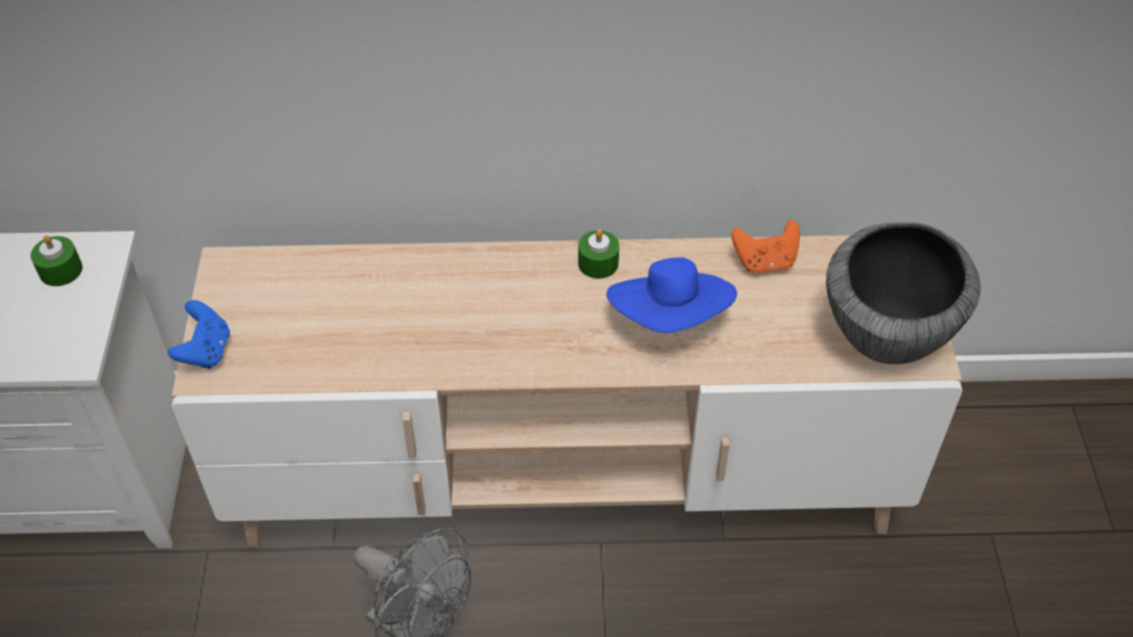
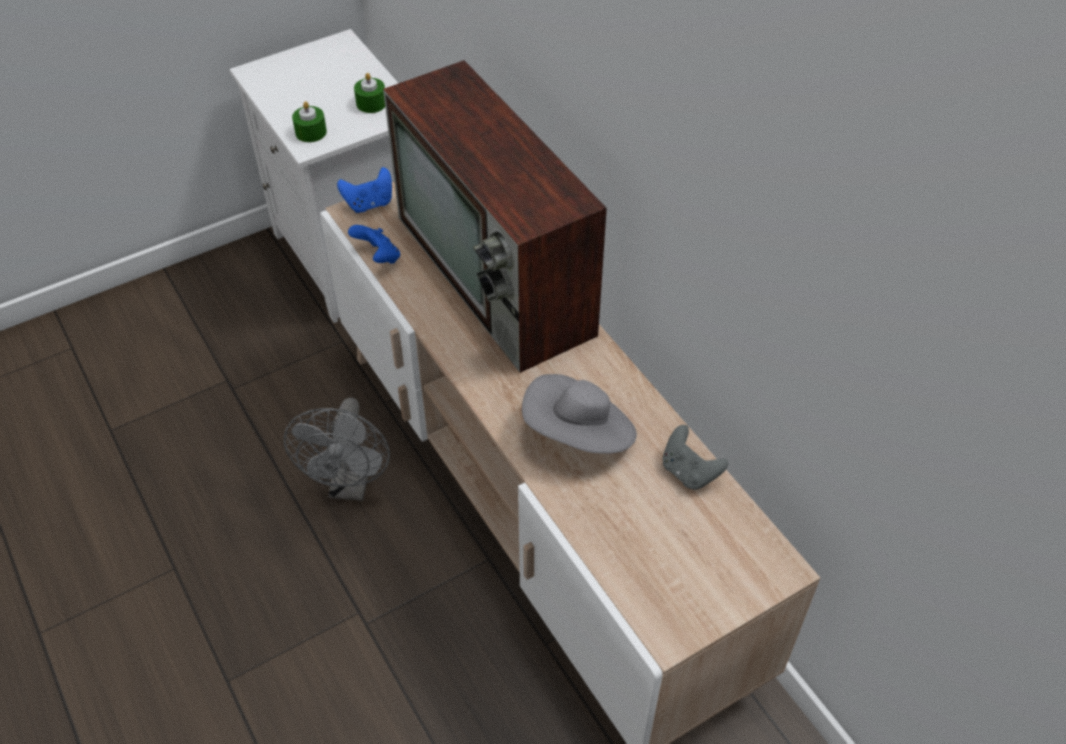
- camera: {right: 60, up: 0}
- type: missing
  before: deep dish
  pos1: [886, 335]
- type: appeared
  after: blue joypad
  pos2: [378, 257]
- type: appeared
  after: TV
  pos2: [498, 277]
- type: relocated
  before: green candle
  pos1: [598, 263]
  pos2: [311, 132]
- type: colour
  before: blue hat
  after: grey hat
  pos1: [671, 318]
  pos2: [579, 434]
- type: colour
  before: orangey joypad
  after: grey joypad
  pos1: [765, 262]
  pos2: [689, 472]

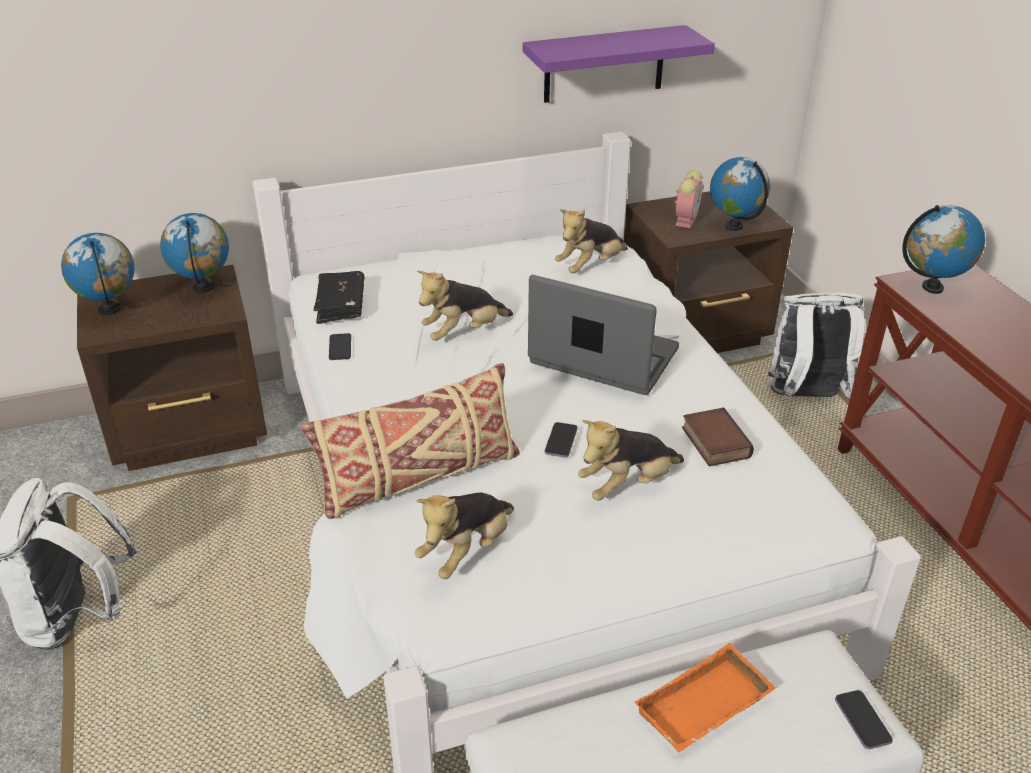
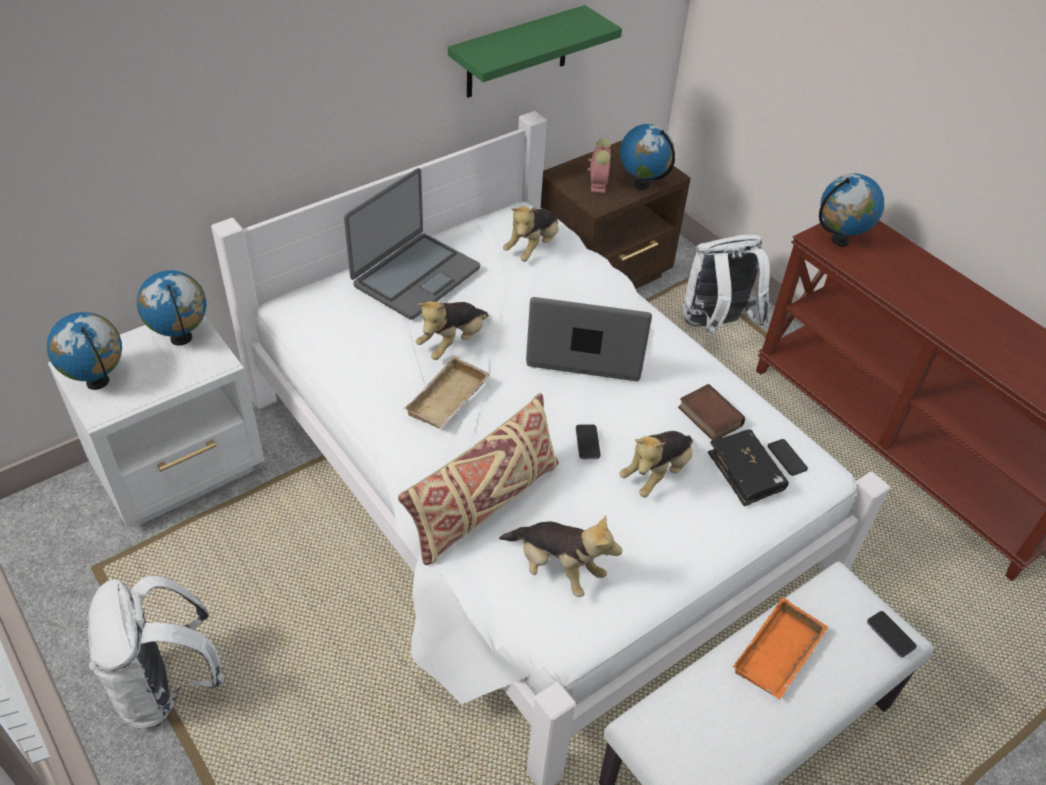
- camera: {right: -20, up: 10}
- type: appeared
  after: notebook computer
  pos2: [415, 276]
- type: appeared
  after: beige-coloured tray
  pos2: [449, 400]
- type: relocated
  before: blackish volume
  pos1: [341, 305]
  pos2: [745, 473]
- type: relocated
  before: handset
  pos1: [340, 347]
  pos2: [787, 457]
- type: colour
  before: brown-coloured night table
  after: white-coloured night table
  pos1: [192, 432]
  pos2: [182, 469]
- type: colour
  before: purplish shelf
  after: green shelf
  pos1: [604, 64]
  pos2: [517, 53]
- type: spun
  before: plush toy
  pos1: [467, 551]
  pos2: [556, 569]
  turn: -75

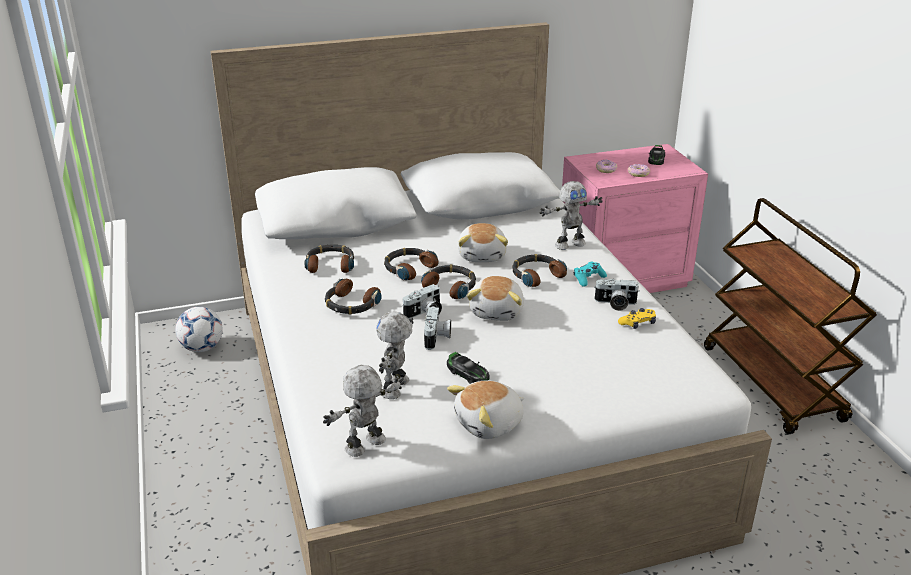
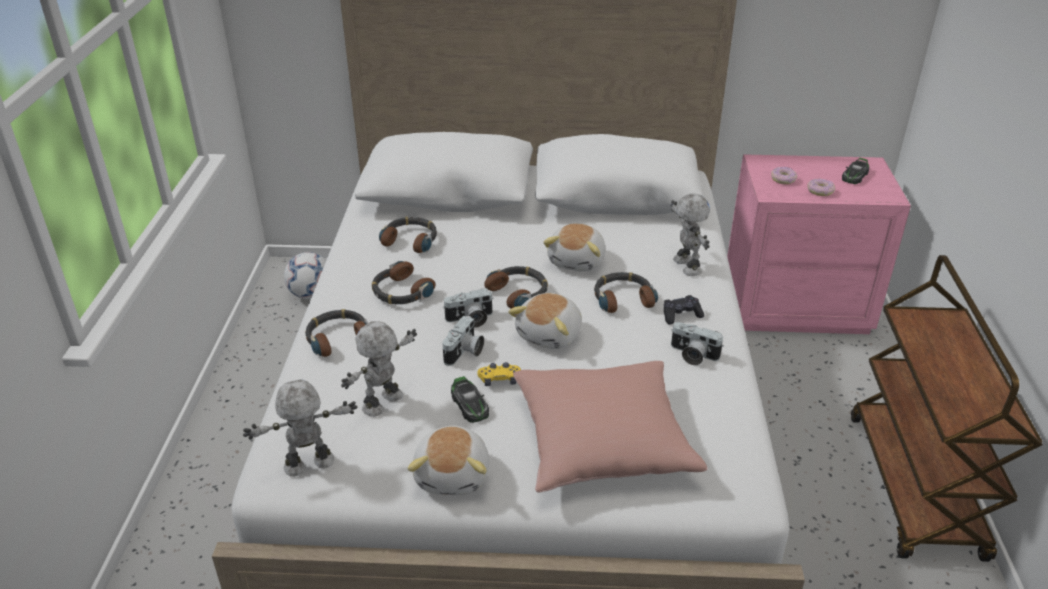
- camera: {right: 20, up: 5}
- type: appeared
  after: pink cushion
  pos2: [602, 441]
- type: relocated
  before: headset
  pos1: [409, 268]
  pos2: [338, 338]
- type: relocated
  before: yellow-coloured joypad
  pos1: [637, 323]
  pos2: [499, 380]
- type: colour
  before: blue-green joypad
  after: blackish joypad
  pos1: [588, 278]
  pos2: [681, 315]
- type: spun
  before: plush toy
  pos1: [490, 424]
  pos2: [454, 474]
  turn: -75
- type: spun
  before: robot figure
  pos1: [569, 244]
  pos2: [685, 266]
  turn: -105

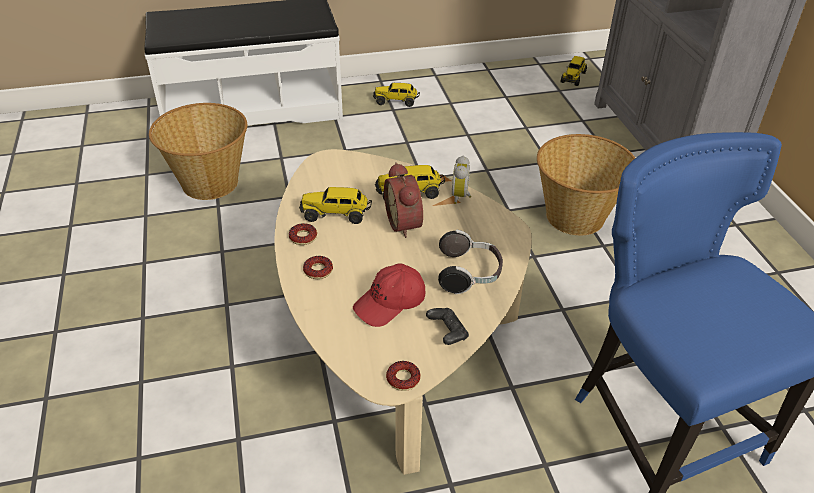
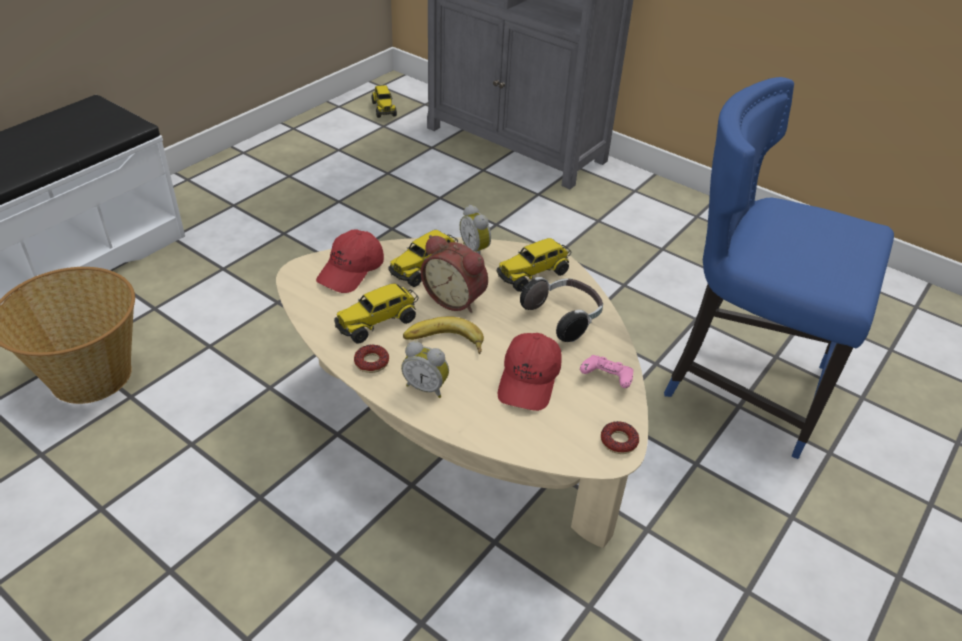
- camera: {right: -40, up: 0}
- type: missing
  before: household basket
  pos1: [576, 217]
- type: appeared
  after: reddish baseball cap
  pos2: [351, 271]
- type: appeared
  after: whole banana
  pos2: [444, 344]
- type: relocated
  before: toy truck
  pos1: [396, 101]
  pos2: [533, 274]
- type: exchanged
  before: ring doughnut
  after: table clock
  pos1: [318, 270]
  pos2: [426, 387]
- type: colour
  before: blackish joypad
  after: pink joypad
  pos1: [447, 333]
  pos2: [606, 379]

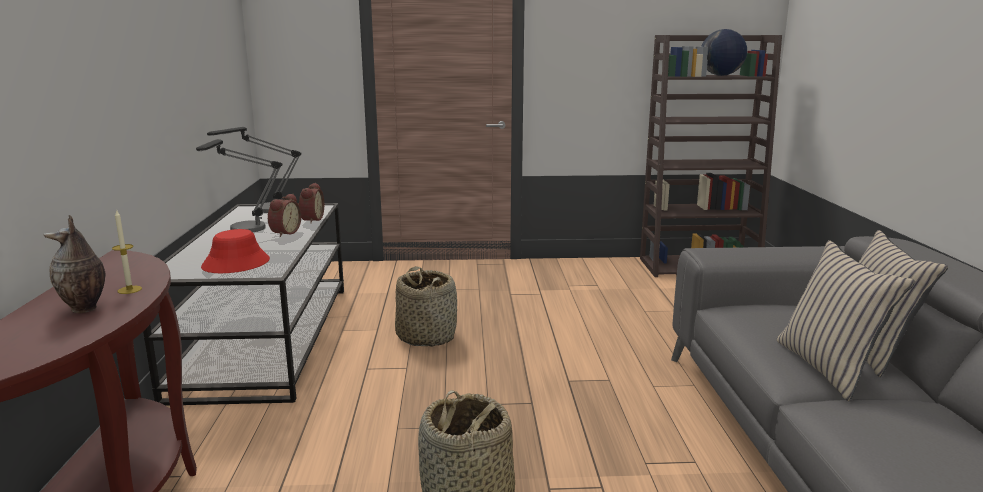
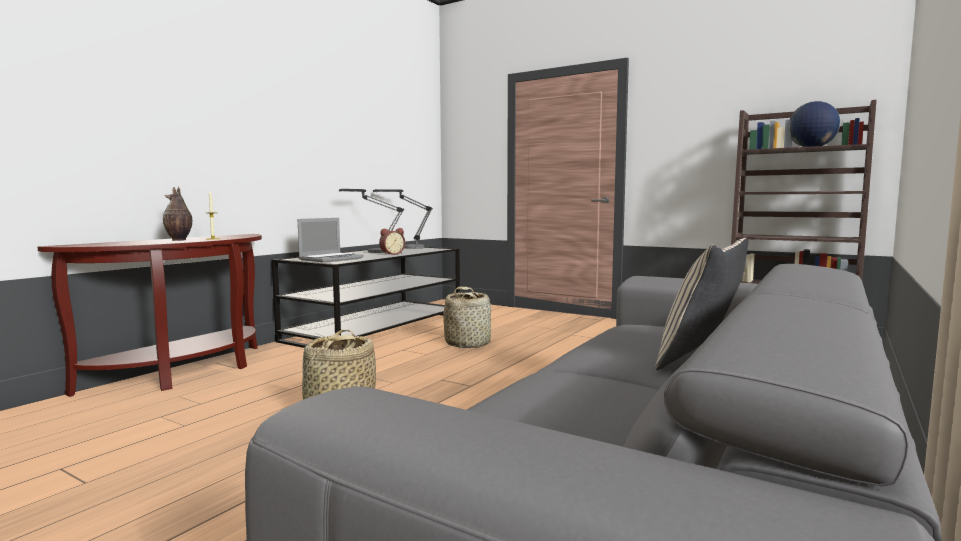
- camera: {right: 35, up: -10}
- type: missing
  before: table clock
  pos1: [311, 220]
- type: missing
  before: beige-coloured cushion
  pos1: [829, 368]
- type: exchanged
  before: reddish hat
  after: notebook computer
  pos1: [236, 264]
  pos2: [331, 259]

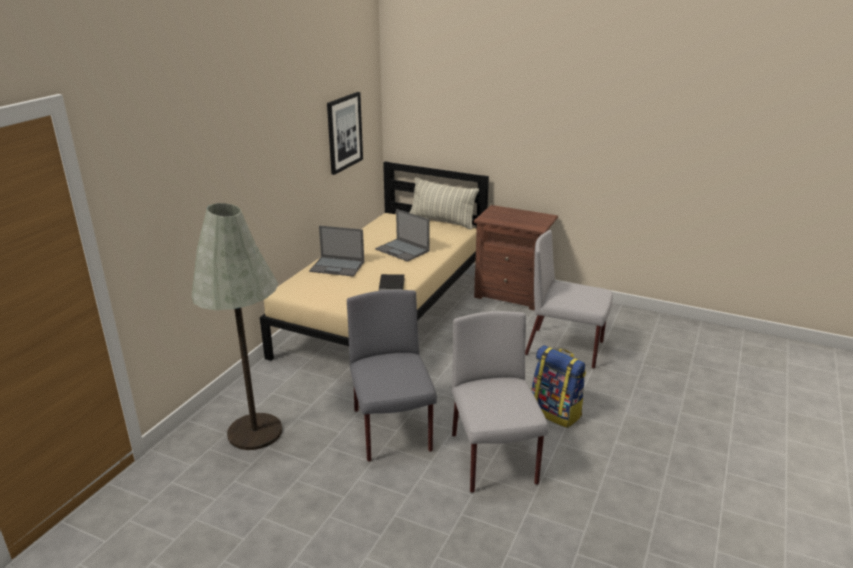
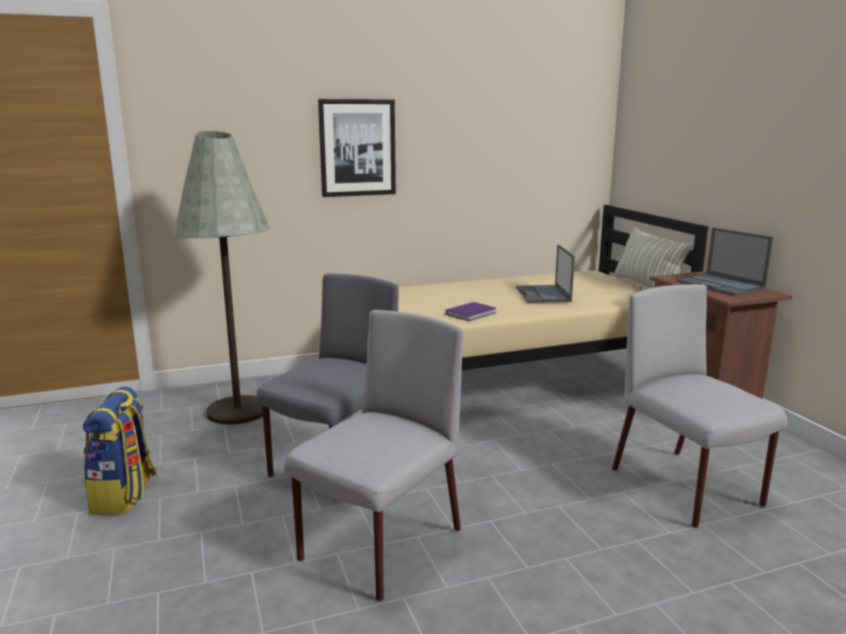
- camera: {right: 45, up: -10}
- type: relocated
  before: notebook computer
  pos1: [338, 266]
  pos2: [721, 285]
- type: relocated
  before: wall art
  pos1: [344, 132]
  pos2: [357, 148]
- type: relocated
  before: backpack
  pos1: [556, 412]
  pos2: [125, 495]
- type: colour
  before: blackish volume
  after: purplish volume
  pos1: [392, 284]
  pos2: [472, 313]

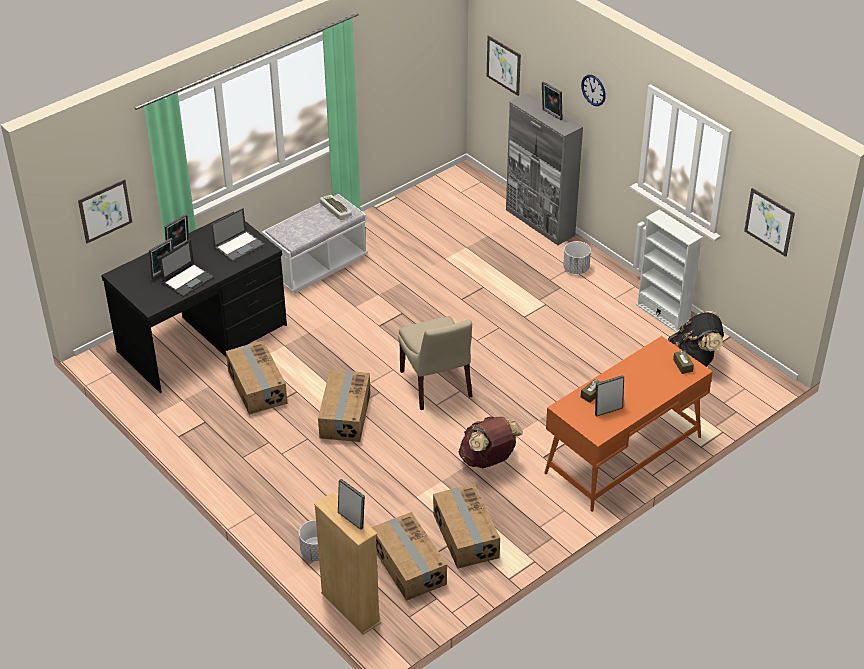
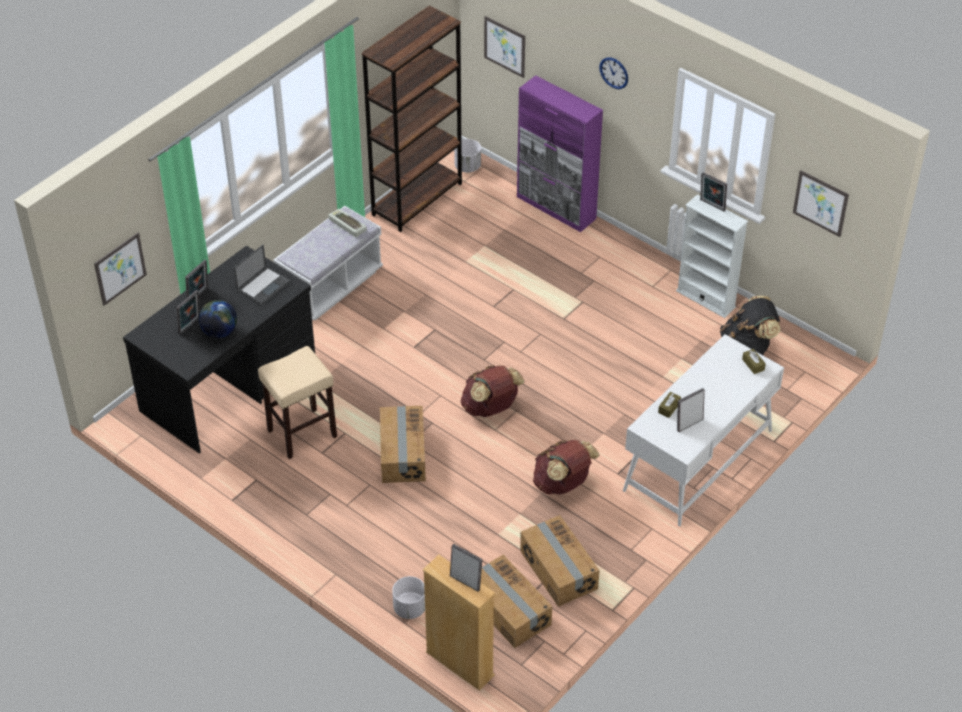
- camera: {right: -10, up: 5}
- type: appeared
  after: brown-coloured bookcase
  pos2: [417, 199]
- type: relocated
  before: standing frame
  pos1: [551, 115]
  pos2: [711, 206]
- type: relocated
  before: white-coloured plant pot
  pos1: [576, 268]
  pos2: [468, 166]
- type: exchanged
  before: notebook computer
  after: desk globe
  pos1: [188, 280]
  pos2: [219, 332]
- type: exchanged
  before: packing box
  after: beige-coloured stool seat
  pos1: [257, 387]
  pos2: [301, 434]
- type: exchanged
  before: beige-coloured upright chair
  after: brown-coloured backpack
  pos1: [436, 386]
  pos2: [490, 408]
- type: colour
  before: grey cupboard
  after: purplish cupboard
  pos1: [540, 223]
  pos2: [556, 208]
- type: colour
  before: orangey desk table
  after: white-coloured desk table
  pos1: [623, 454]
  pos2: [697, 460]

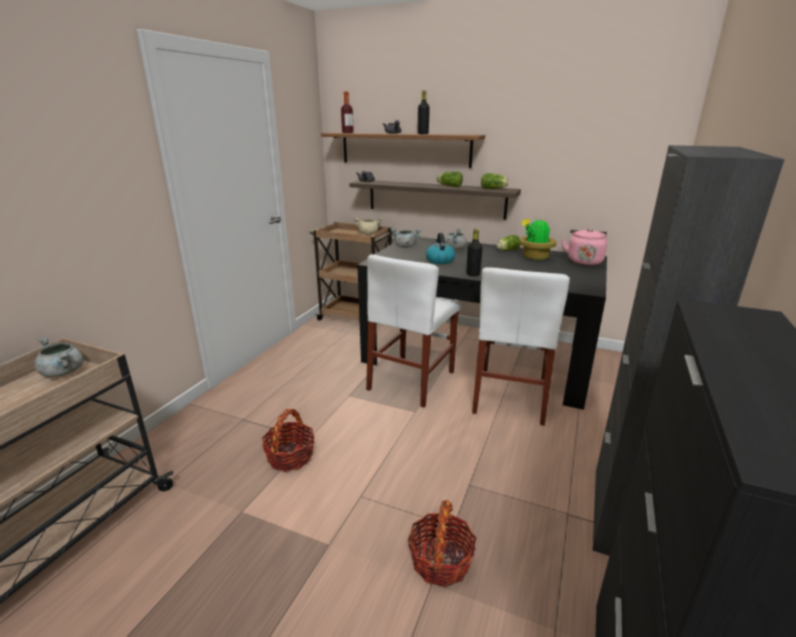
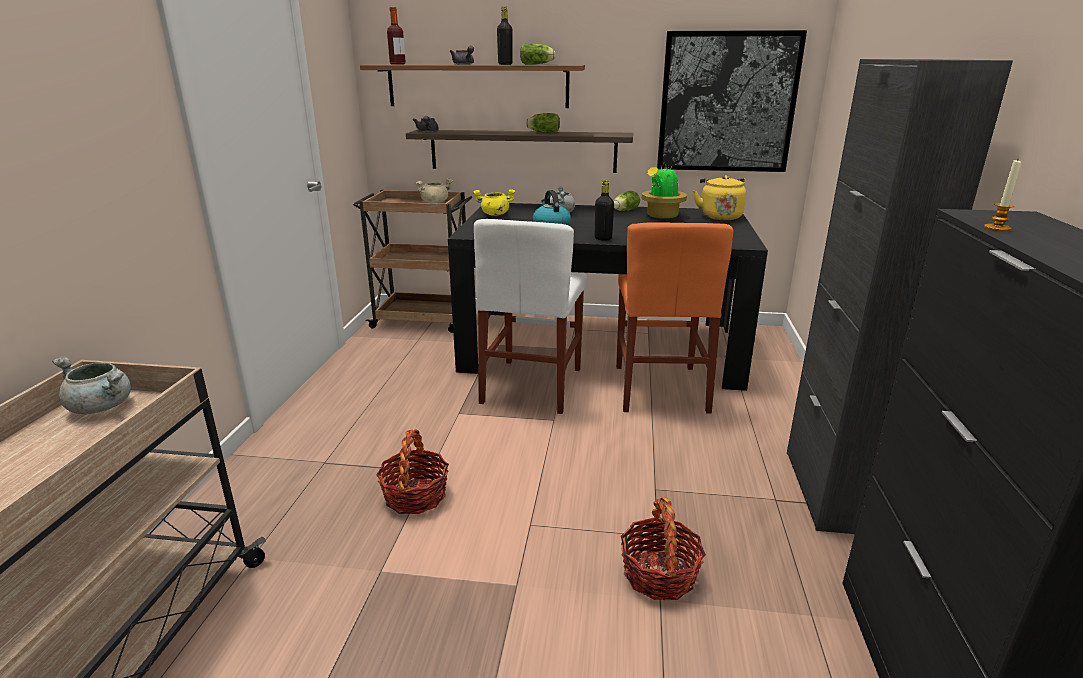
- camera: {right: -15, up: 0}
- type: appeared
  after: wall art
  pos2: [727, 103]
- type: appeared
  after: candle
  pos2: [997, 228]
- type: relocated
  before: head of lettuce
  pos1: [494, 189]
  pos2: [537, 64]
- type: colour
  before: grey stockpot
  after: yellow-coloured stockpot
  pos1: [405, 246]
  pos2: [494, 214]
- type: colour
  before: white-coloured upright chair
  after: orangey upright chair
  pos1: [510, 397]
  pos2: [660, 388]
- type: colour
  before: pink kettle
  after: yellow-coloured kettle
  pos1: [583, 261]
  pos2: [719, 216]

